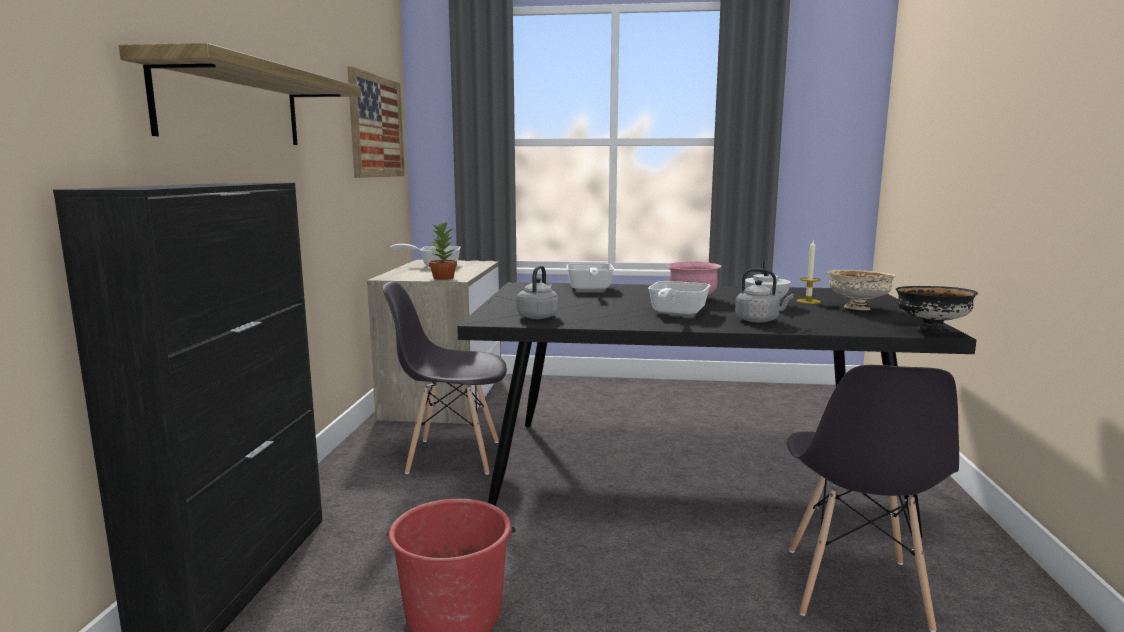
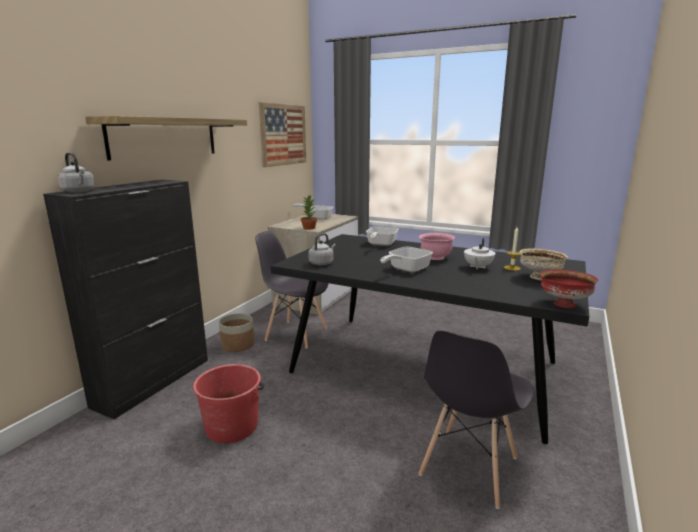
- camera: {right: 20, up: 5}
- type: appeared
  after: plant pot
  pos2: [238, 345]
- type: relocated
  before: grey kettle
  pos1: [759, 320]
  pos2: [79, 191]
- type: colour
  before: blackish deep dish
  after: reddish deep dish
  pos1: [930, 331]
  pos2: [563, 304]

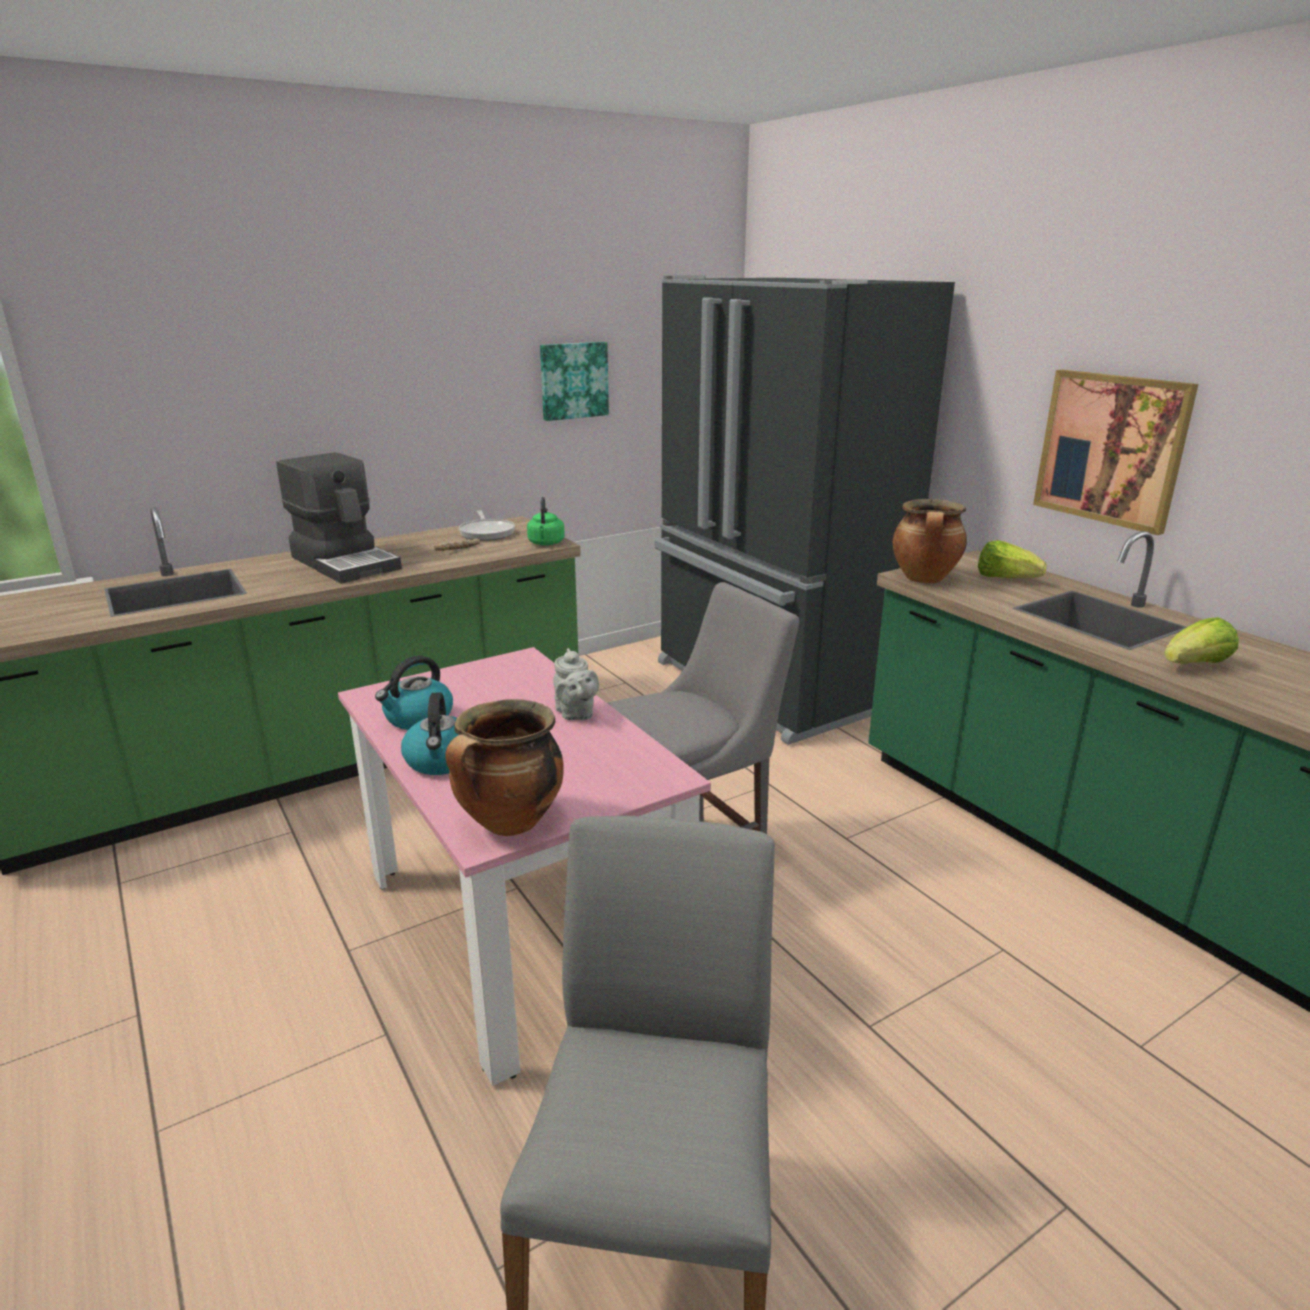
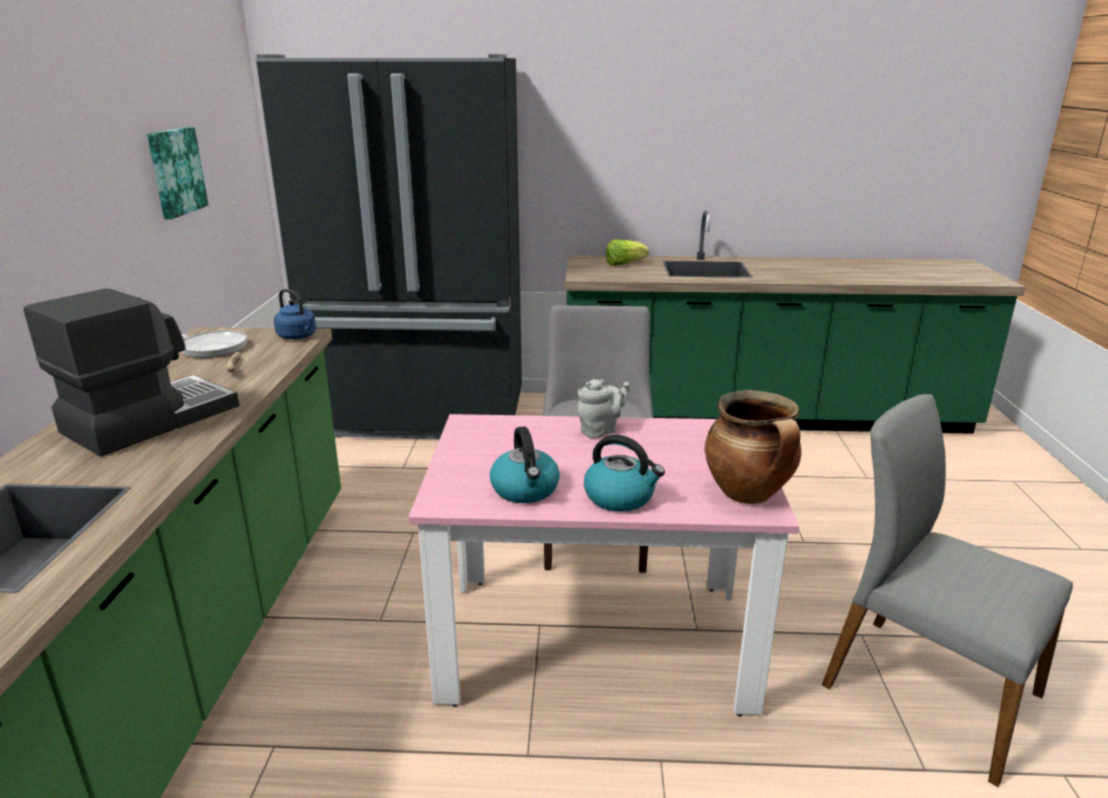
- camera: {right: -55, up: 0}
- type: missing
  before: stockpot
  pos1: [925, 579]
- type: missing
  before: wall art
  pos1: [1111, 449]
- type: missing
  before: head of lettuce
  pos1: [1195, 665]
- type: colour
  before: green kettle
  after: blue kettle
  pos1: [546, 543]
  pos2: [298, 336]
- type: spun
  before: coffee maker
  pos1: [346, 562]
  pos2: [149, 419]
  turn: -45
- type: spun
  before: grey tea pot
  pos1: [575, 714]
  pos2: [601, 430]
  turn: -45

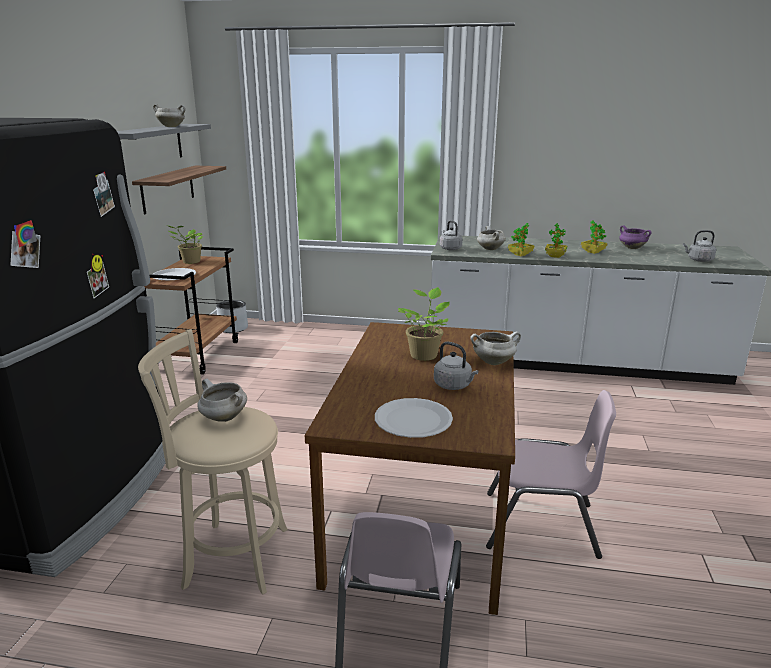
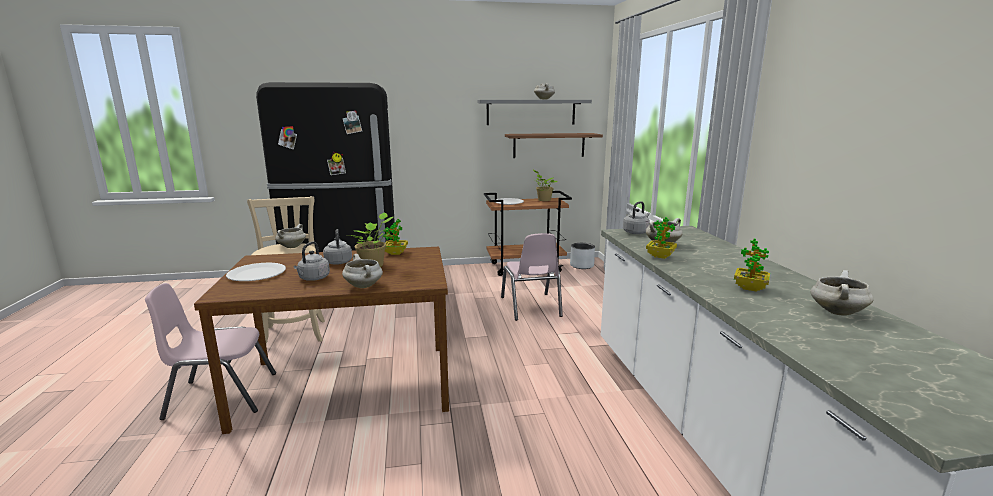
- camera: {right: 70, up: -5}
- type: relocated
  before: pink upright chair
  pos1: [541, 525]
  pos2: [531, 307]
- type: relocated
  before: houseplant
  pos1: [555, 256]
  pos2: [396, 253]
- type: relocated
  before: grey kettle
  pos1: [698, 260]
  pos2: [338, 262]
- type: colour
  before: purplish stockpot
  after: white-coloured stockpot
  pos1: [631, 248]
  pos2: [836, 312]

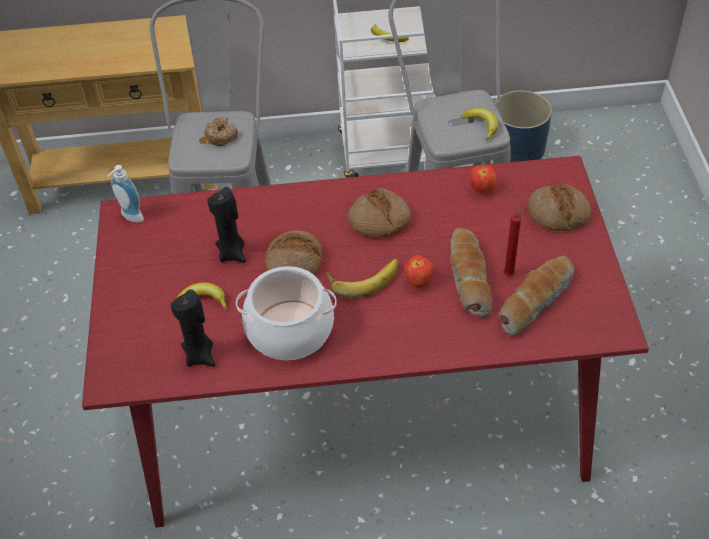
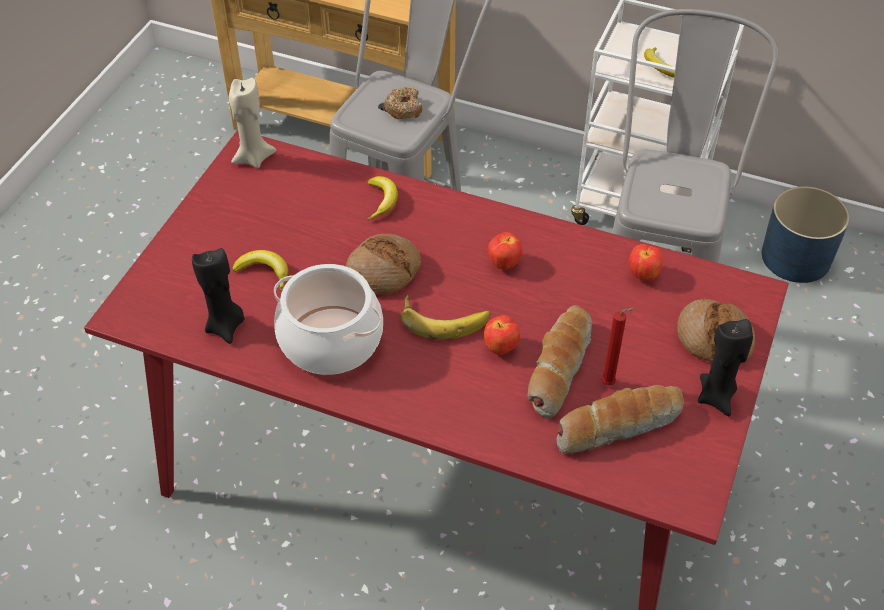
- camera: {right: 25, up: 0}
- type: relocated
  before: blackish candle
  pos1: [232, 253]
  pos2: [717, 396]
- type: relocated
  before: whole banana
  pos1: [482, 125]
  pos2: [382, 201]
- type: exchanged
  before: soap dispenser
  after: beige-coloured candle
  pos1: [130, 218]
  pos2: [253, 158]
- type: exchanged
  before: bakery bread
  after: whole apple
  pos1: [379, 221]
  pos2: [504, 263]

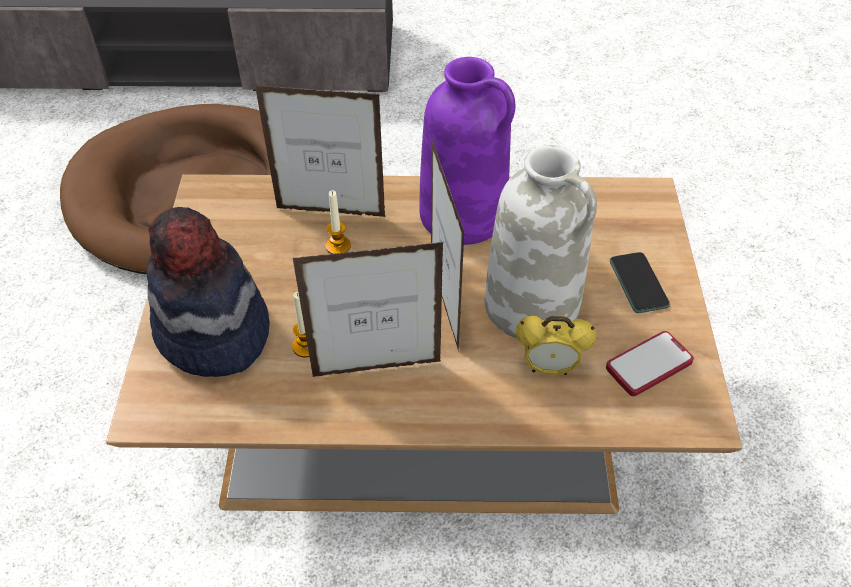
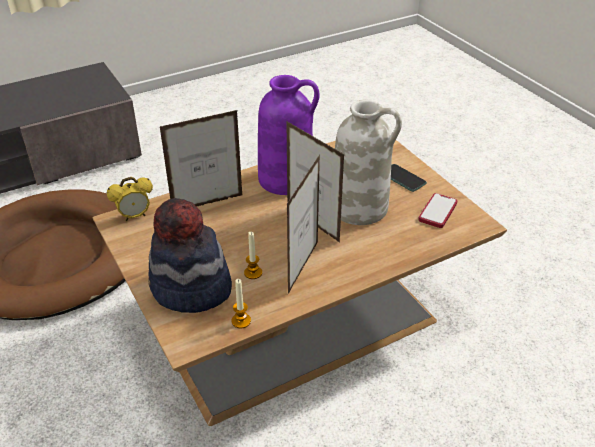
- camera: {right: -30, up: -10}
- type: relocated
  before: candle
  pos1: [338, 246]
  pos2: [241, 321]
- type: relocated
  before: table clock
  pos1: [549, 368]
  pos2: [134, 216]
- type: spun
  before: standing frame
  pos1: [377, 369]
  pos2: [303, 267]
  turn: 150

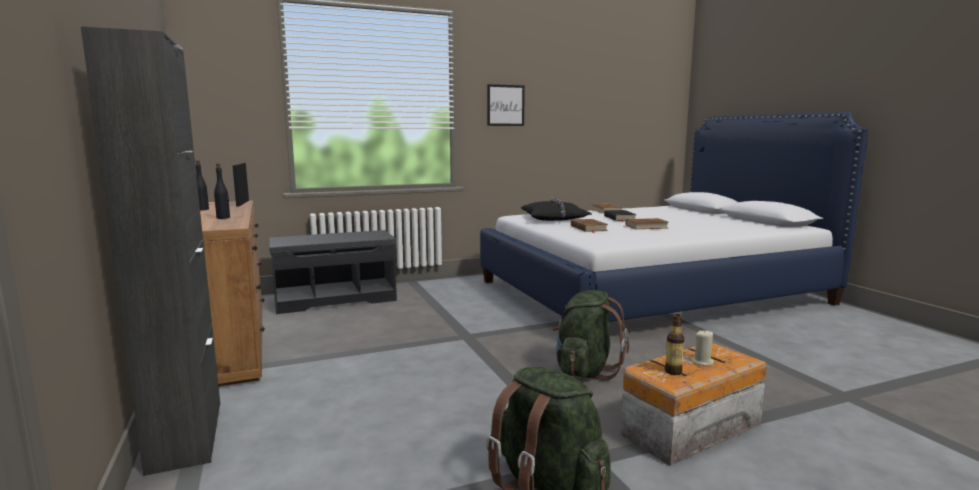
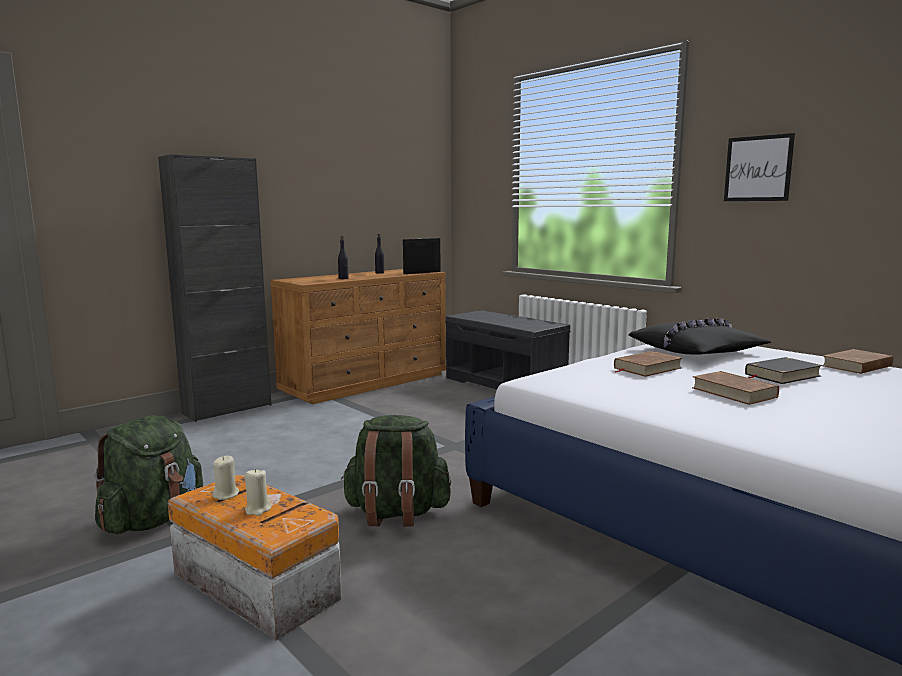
- camera: {right: 70, up: 0}
- type: exchanged
  before: beverage bottle
  after: beige-coloured candle
  pos1: [673, 372]
  pos2: [226, 494]

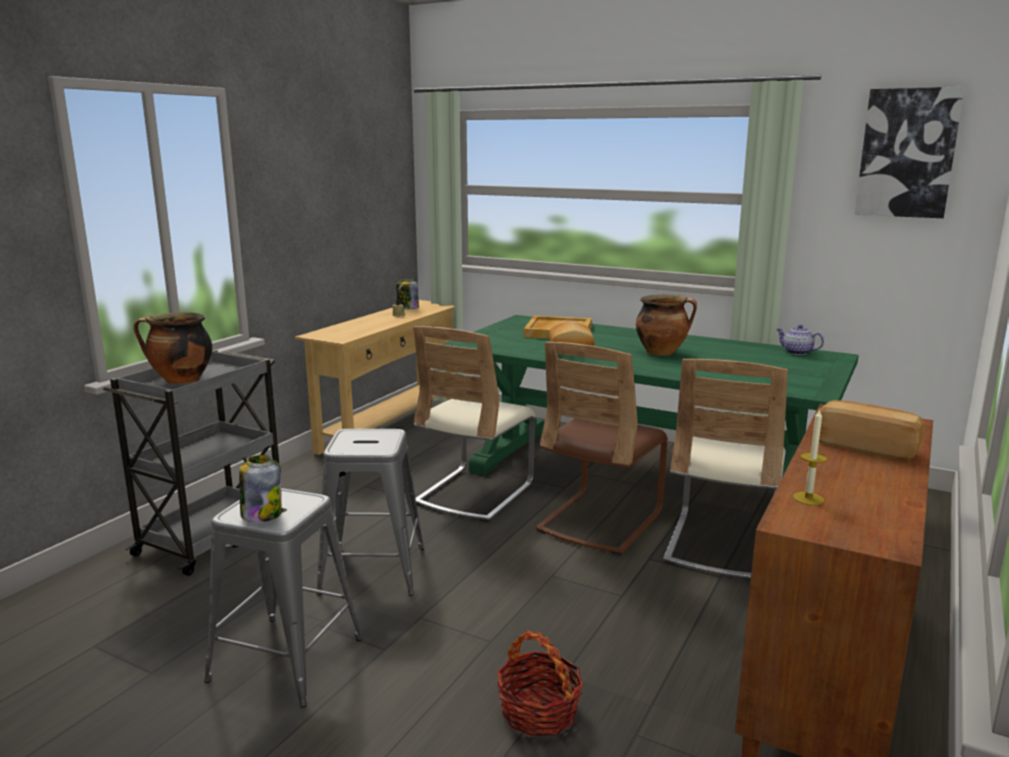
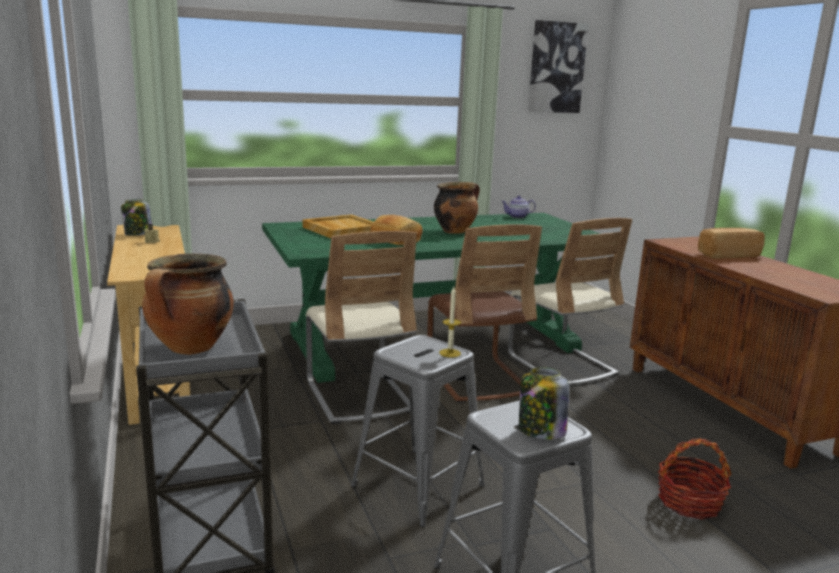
- camera: {right: -50, up: 0}
- type: relocated
  before: candle
  pos1: [808, 498]
  pos2: [450, 353]

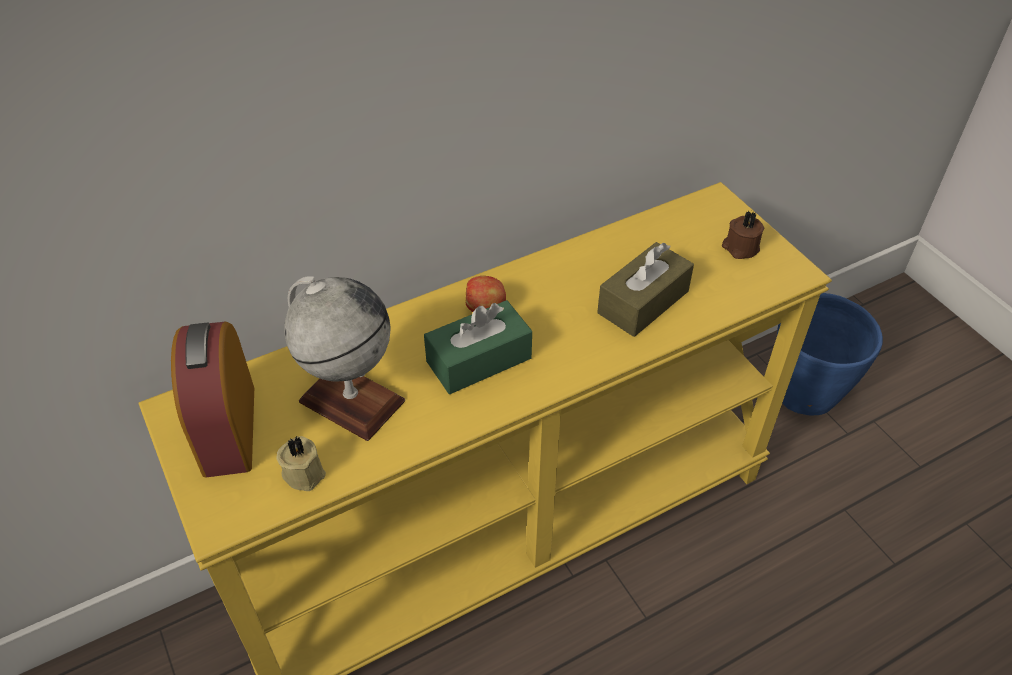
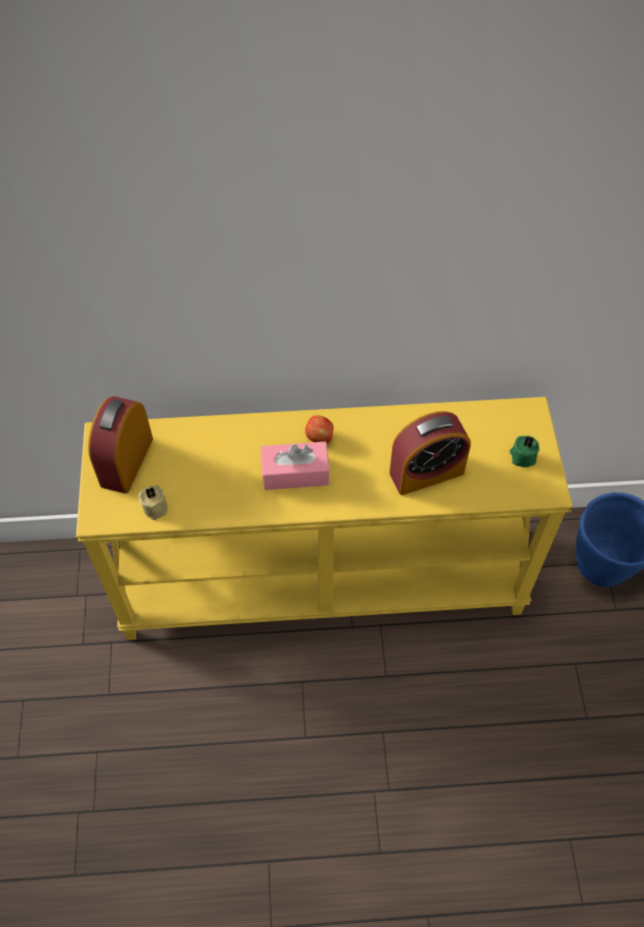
- camera: {right: 25, up: 10}
- type: missing
  before: desk globe
  pos1: [351, 401]
- type: exchanged
  before: brown-coloured tissue box
  after: table clock
  pos1: [643, 302]
  pos2: [426, 472]
- type: colour
  before: green tissue box
  after: pink tissue box
  pos1: [479, 360]
  pos2: [295, 473]
- type: colour
  before: brown-coloured candle
  after: green candle
  pos1: [740, 248]
  pos2: [522, 456]

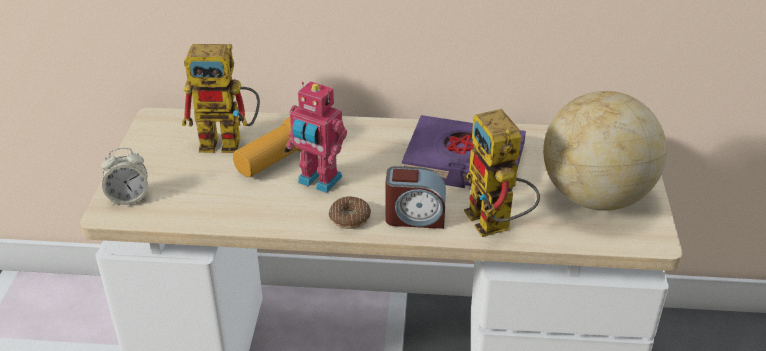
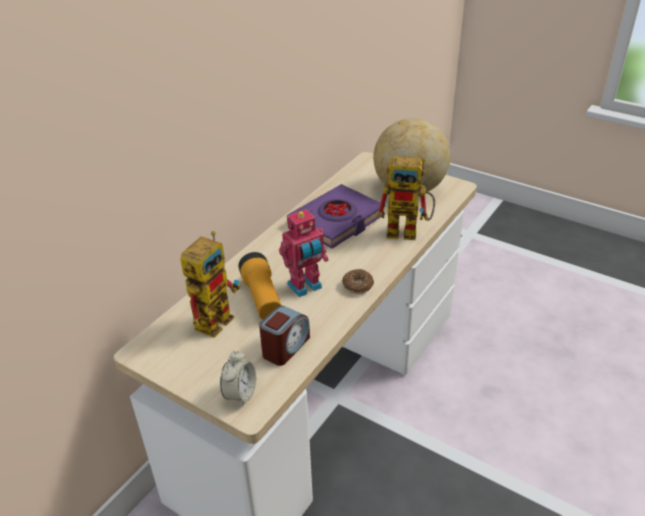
- camera: {right: -60, up: 0}
- type: relocated
  before: table clock
  pos1: [415, 217]
  pos2: [285, 347]

